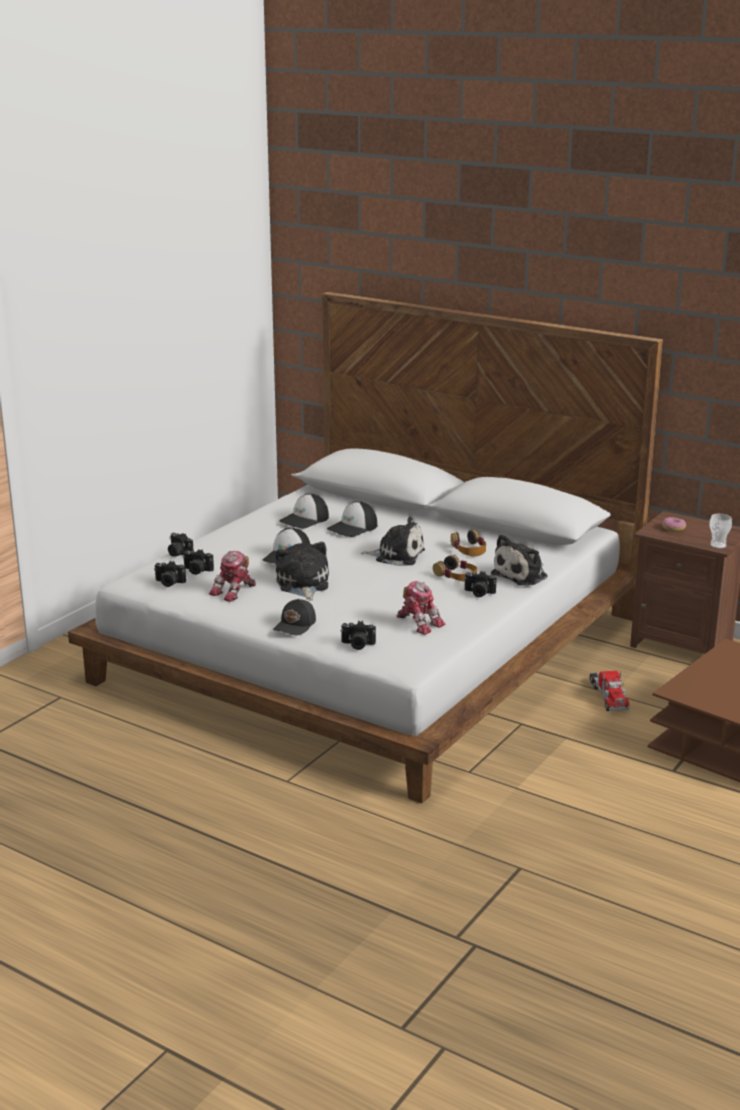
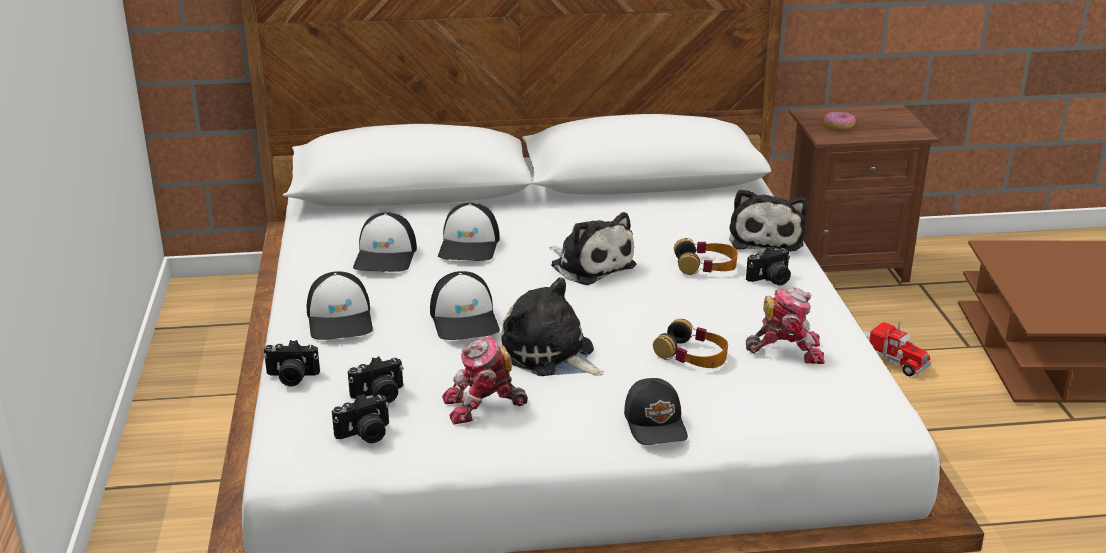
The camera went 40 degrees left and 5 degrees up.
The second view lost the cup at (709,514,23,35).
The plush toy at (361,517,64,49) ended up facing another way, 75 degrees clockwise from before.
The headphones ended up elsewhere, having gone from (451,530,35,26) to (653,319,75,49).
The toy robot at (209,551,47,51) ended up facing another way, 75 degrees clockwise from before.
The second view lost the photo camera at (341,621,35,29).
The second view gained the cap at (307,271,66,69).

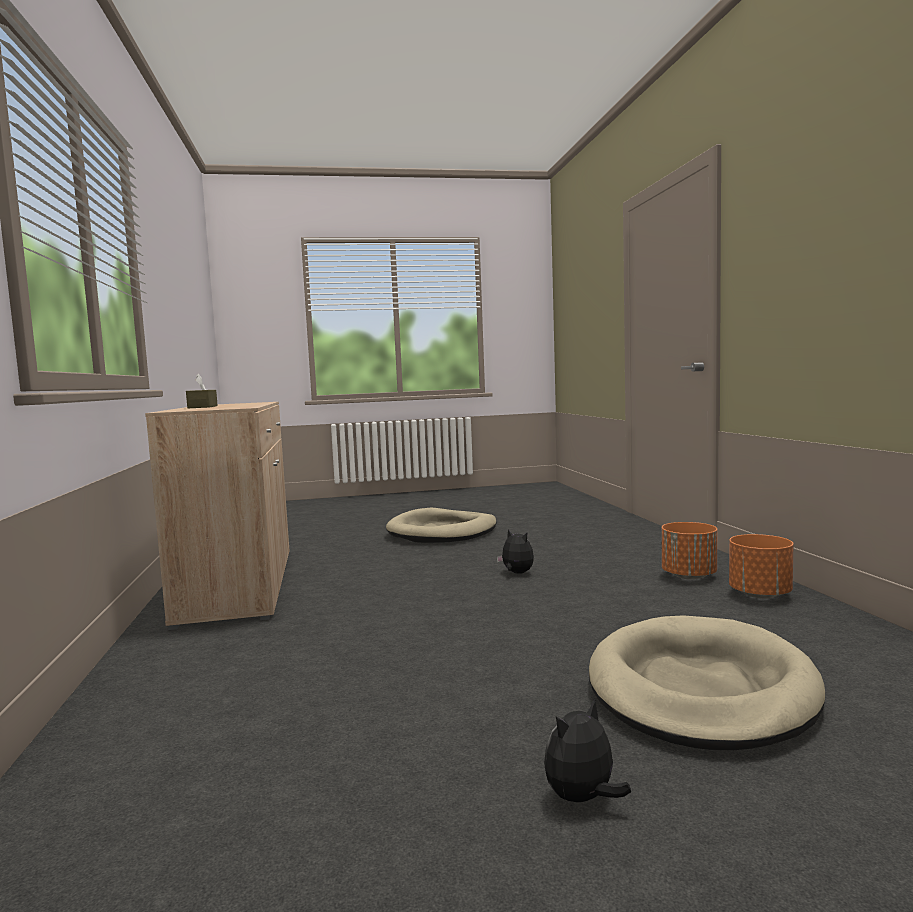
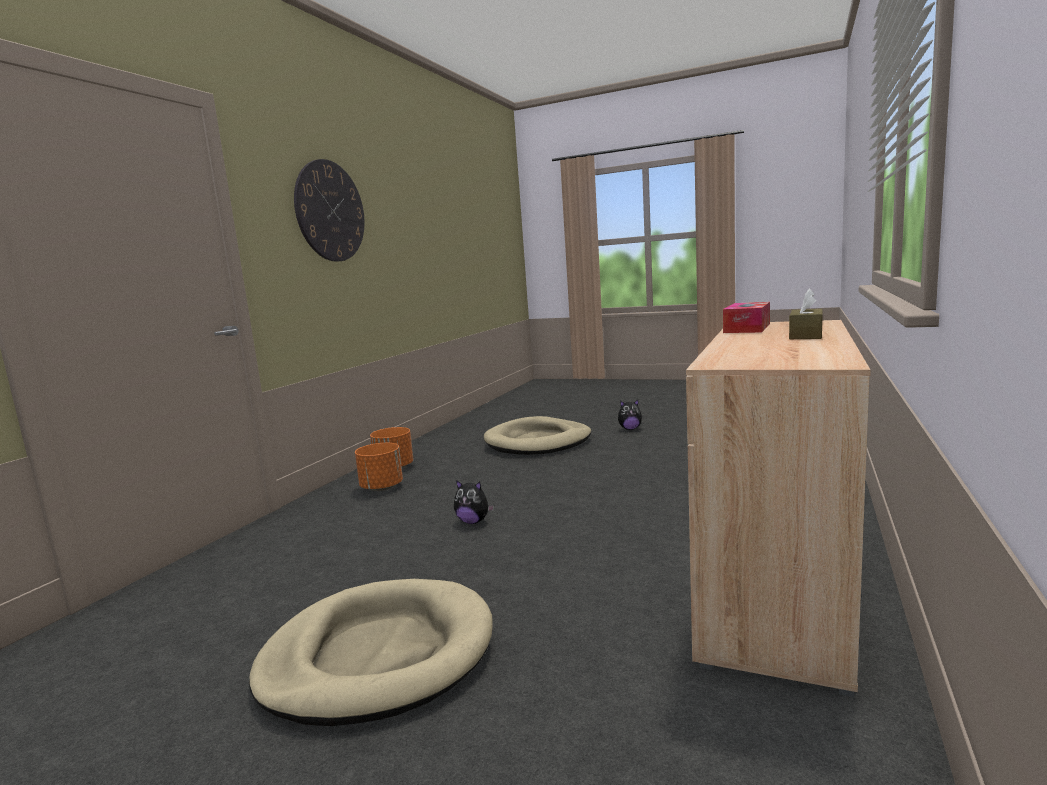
The camera went 145 degrees left and 5 degrees up.
The plush toy at (496,529,38,45) ended up facing another way, 60 degrees counterclockwise from before.
The second view gained the wall clock at (294,159,71,103).
The second view gained the tissue box at (723,302,47,31).

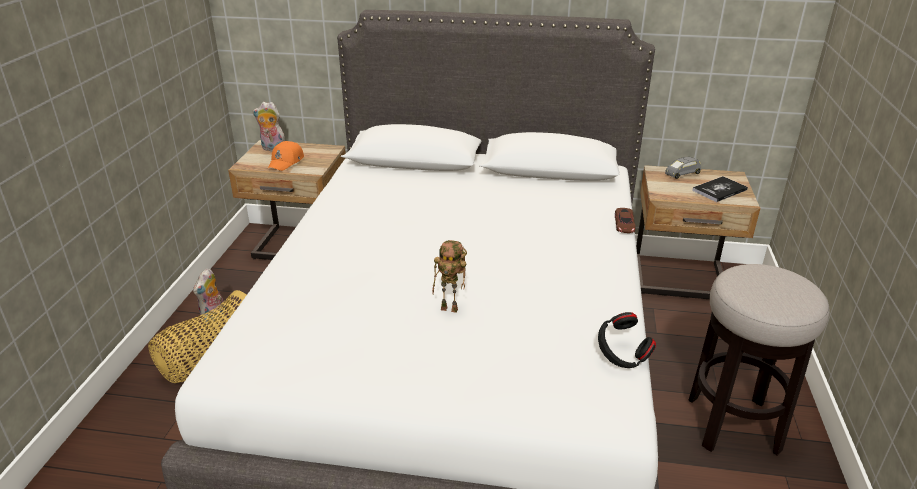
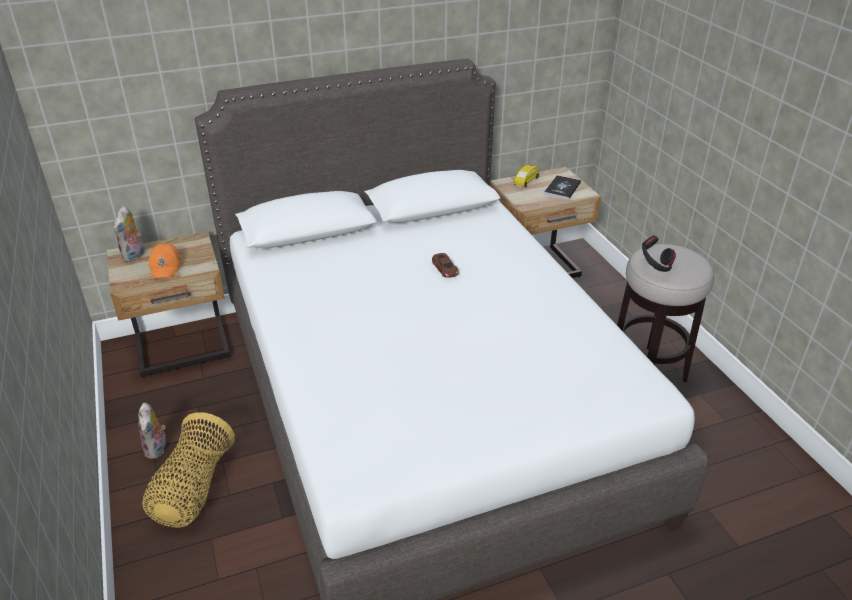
The camera went 30 degrees left and 5 degrees up.
The plush toy at (253,102,32,50) ended up facing another way, 60 degrees counterclockwise from before.
What was the grey toy car at (665,157,36,22) turned into the yellow toy car at (514,165,25,22).
The brown toy car ended up elsewhere, having gone from (615,208,21,25) to (432,253,27,25).
The second view lost the toy robot at (432,240,35,73).
The black headphones ended up elsewhere, having gone from (598,312,58,56) to (642,235,34,37).

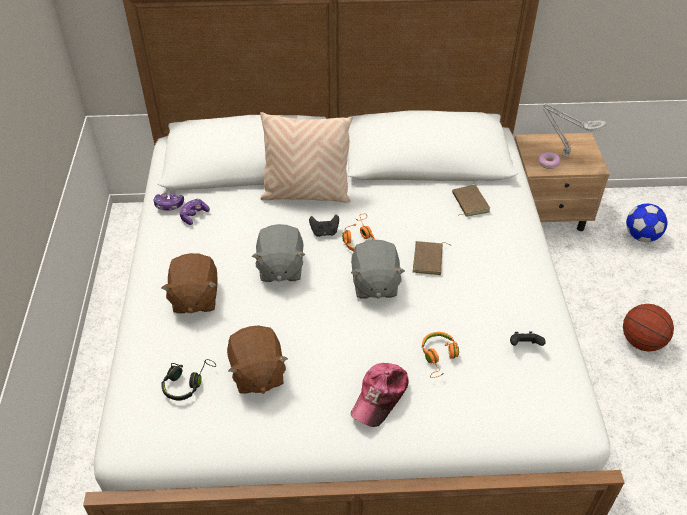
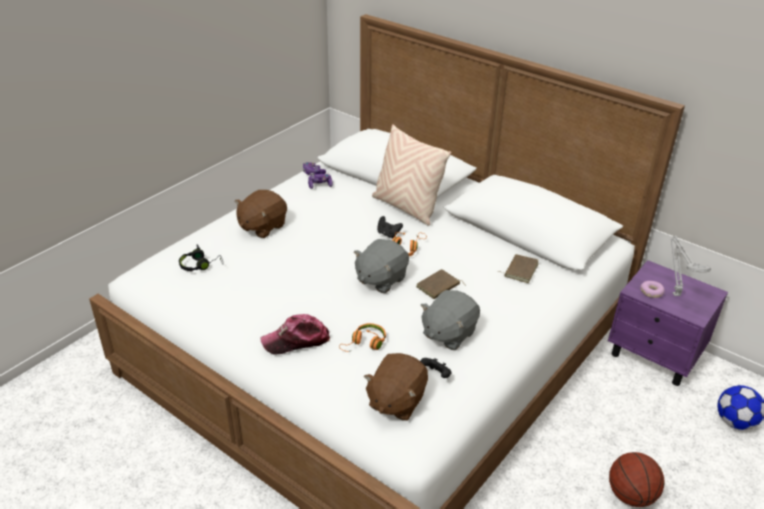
The camera went 40 degrees right and 10 degrees down.
What was the beige nightstand at (514,133,96,98) turned into the purple nightstand at (608,260,120,126).
The grey plush toy ended up elsewhere, having gone from (252,224,53,58) to (421,290,59,60).
The brown plush toy ended up elsewhere, having gone from (227,325,61,69) to (364,353,64,68).

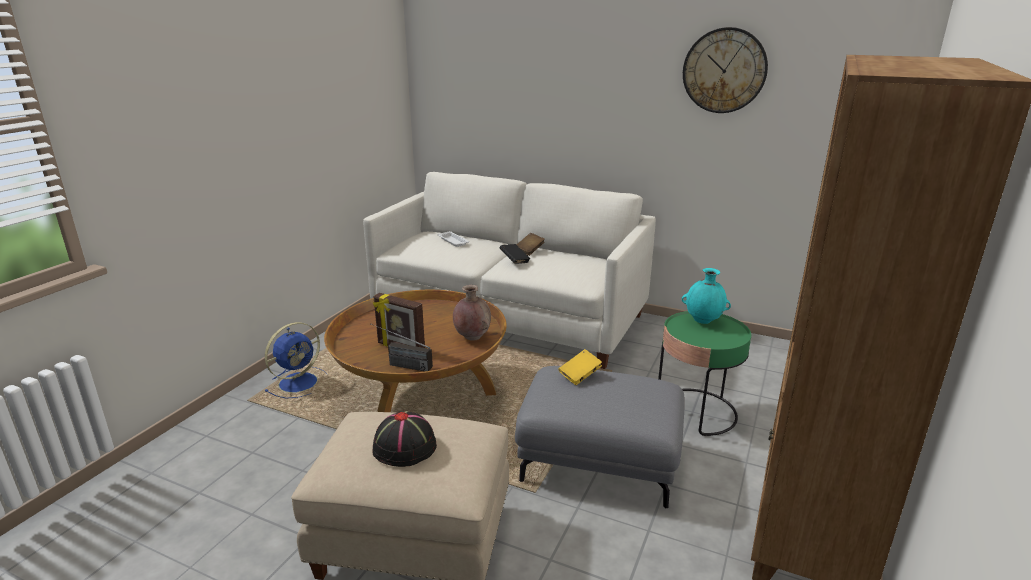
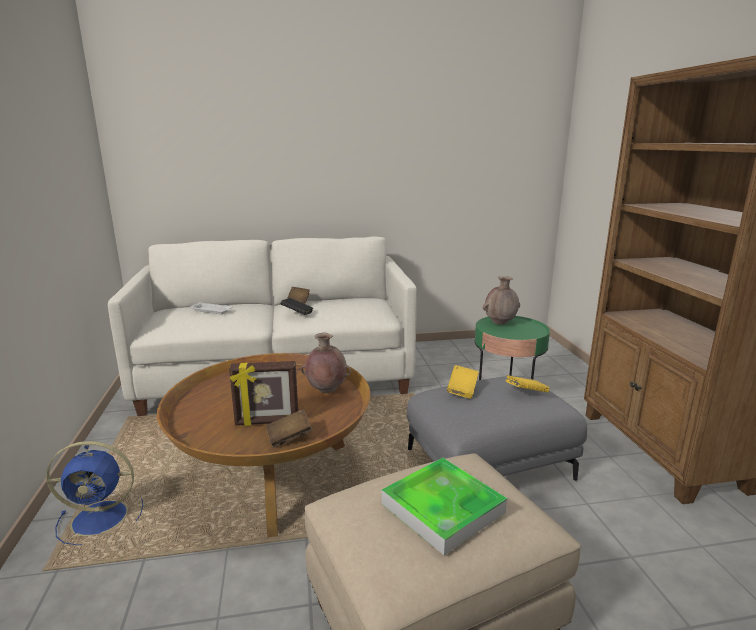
The camera went 35 degrees left and 5 degrees down.
The second view lost the wall clock at (683,27,85,86).
What was the turquoise vase at (682,268,49,56) turned into the brown vase at (483,276,37,49).
The blue fan at (265,322,62,77) ended up facing another way, 75 degrees clockwise from before.
Where the radio stood at (370,323,63,48), the brown book came to stand at (266,409,46,39).
Where the black hat stood at (373,411,64,56), the tray came to stand at (382,458,125,97).
The second view gained the yellow book at (506,375,43,18).

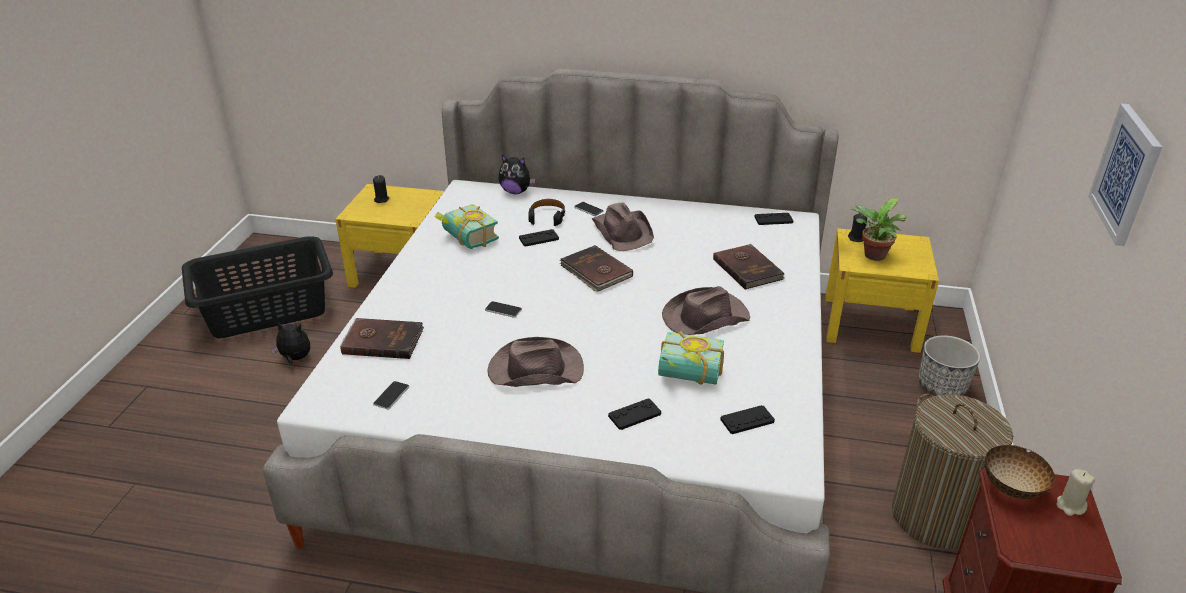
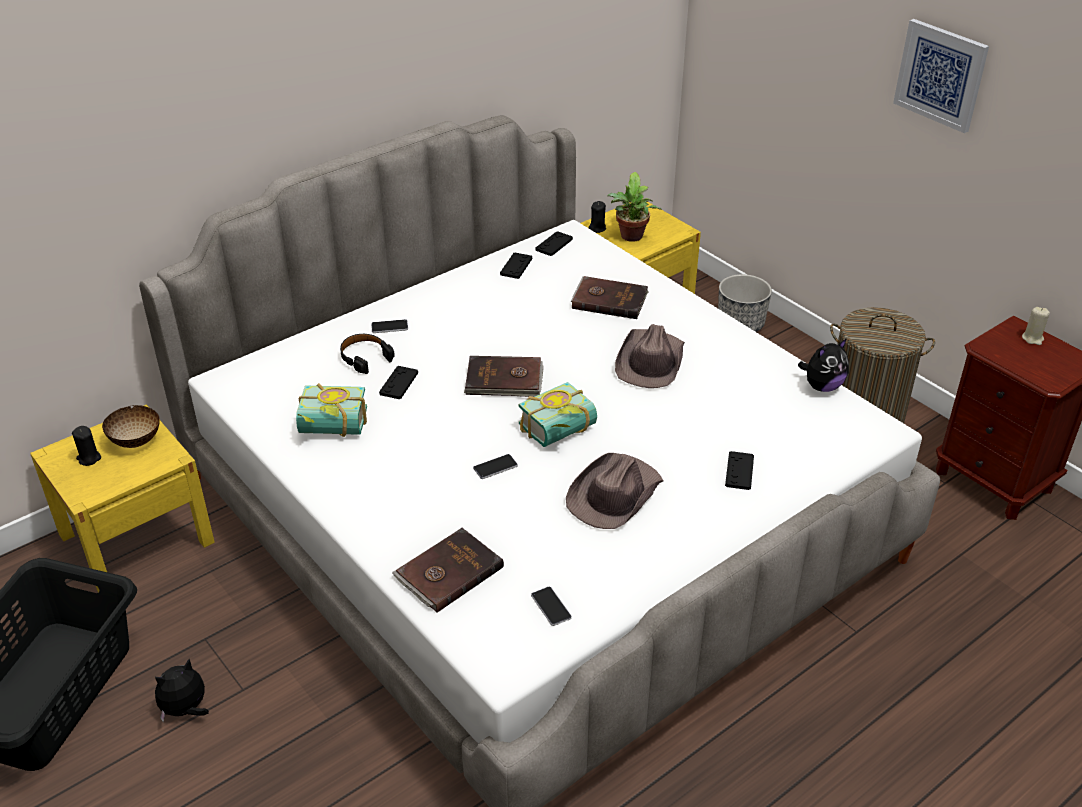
The camera went 50 degrees left and 5 degrees up.
The plush toy ended up elsewhere, having gone from (499,155,37,39) to (798,338,51,54).
The second view lost the brown hat at (592,203,62,48).
The book ended up elsewhere, having gone from (658,331,66,54) to (519,382,78,65).
The black game controller ended up elsewhere, having gone from (720,405,55,29) to (500,253,32,26).
The bowl ended up elsewhere, having gone from (985,445,71,54) to (102,405,58,43).

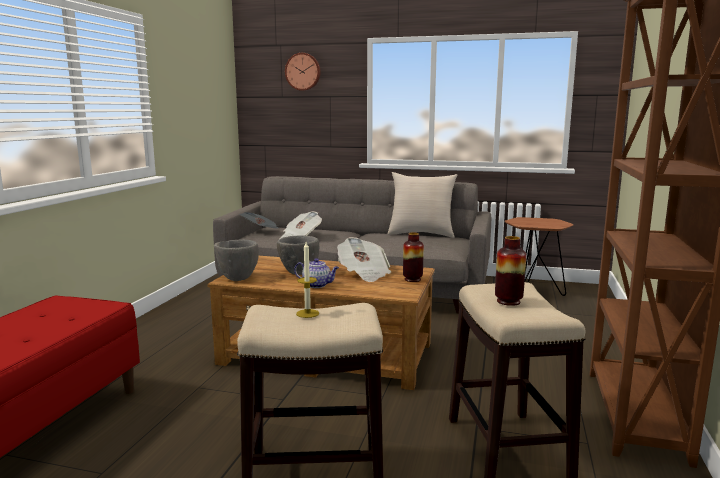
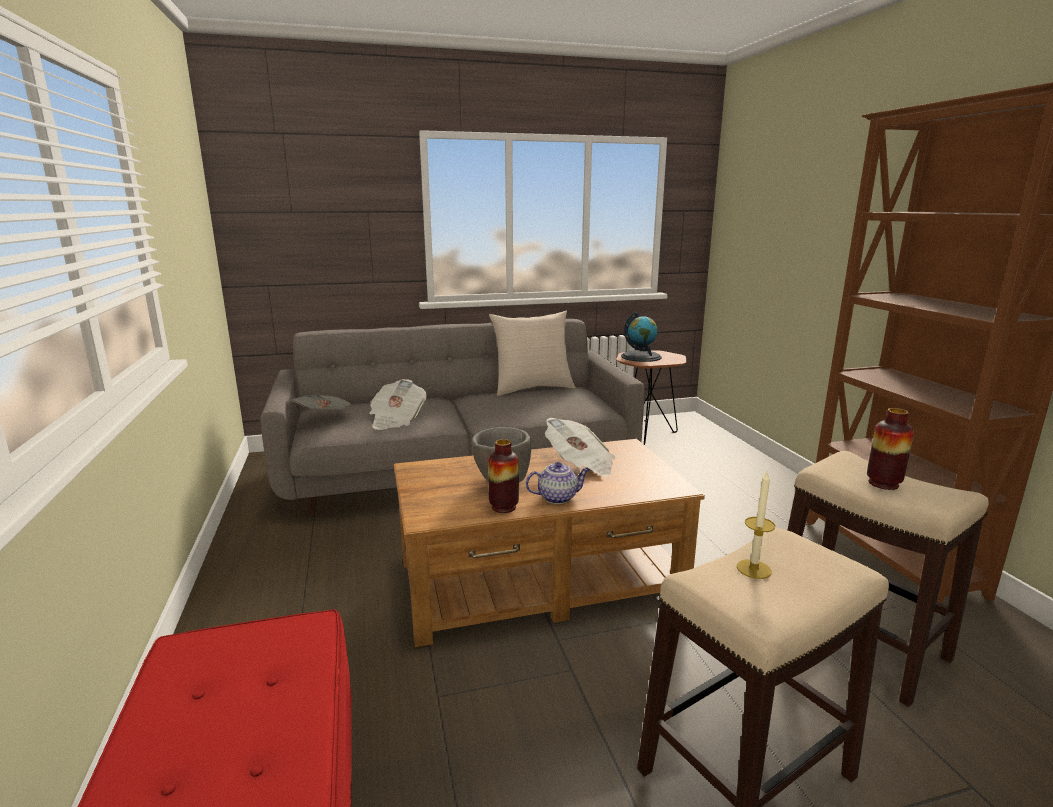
The camera went 30 degrees left and 5 degrees up.
The second view lost the wall clock at (285,53,36,38).
The vase ended up elsewhere, having gone from (403,232,21,50) to (488,439,31,74).
The second view lost the grey bowl at (214,239,45,42).
The second view gained the globe at (621,312,41,50).

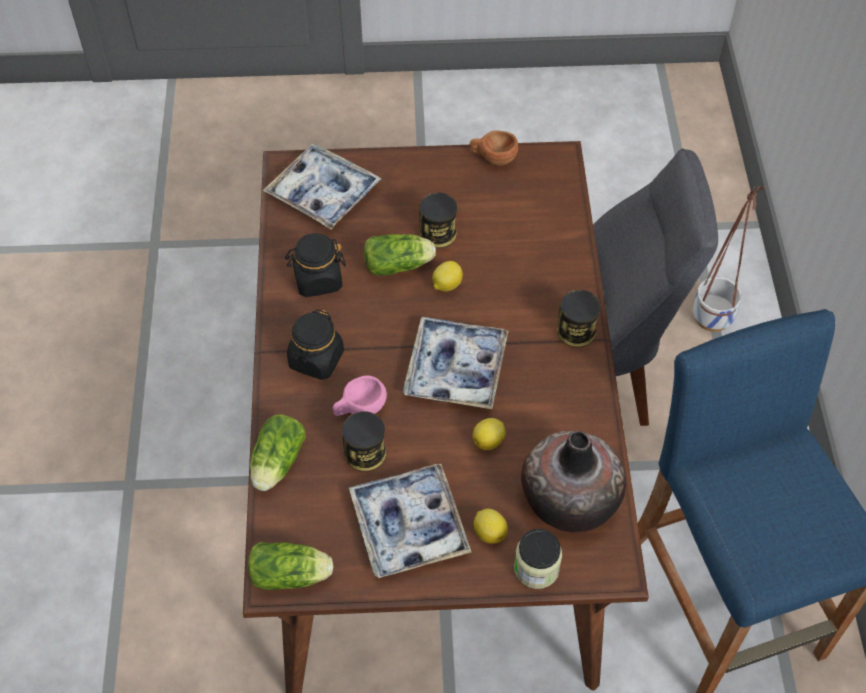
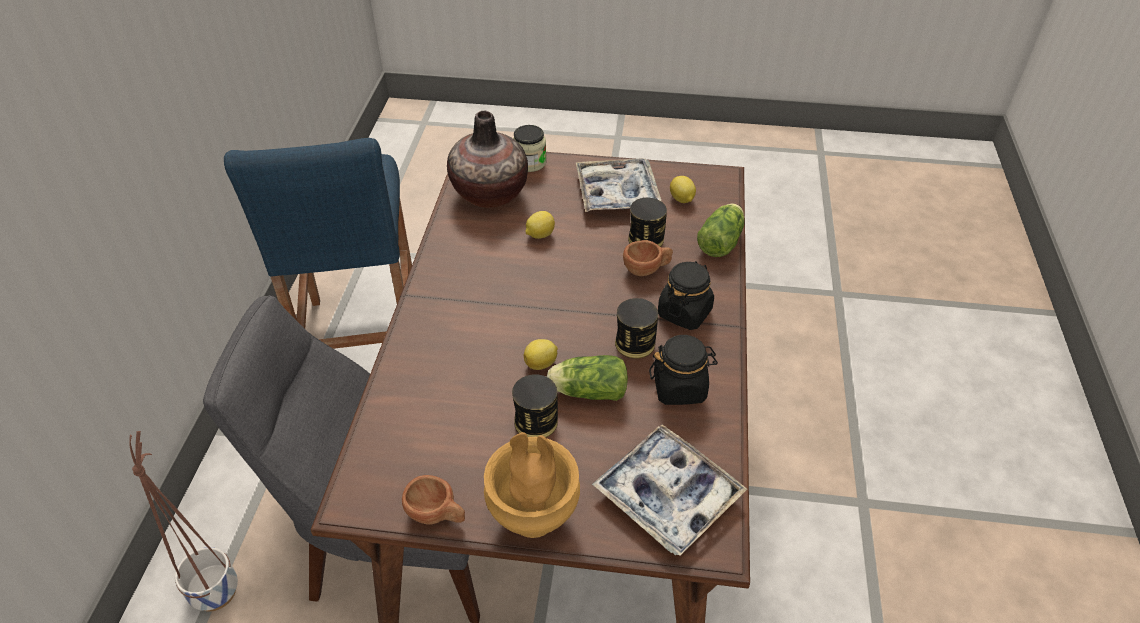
The camera went 170 degrees left and 10 degrees down.
The can ended up elsewhere, having gone from (557,290,44,57) to (615,298,43,61).
The second view lost the tray at (403,317,105,92).
What was the pink cup at (332,375,55,41) turned into the brown cup at (623,240,50,36).
The lemon ended up elsewhere, having gone from (474,508,34,36) to (670,176,26,27).
The second view lost the lettuce at (248,542,86,48).
The second view gained the brown vase at (484,432,96,106).

